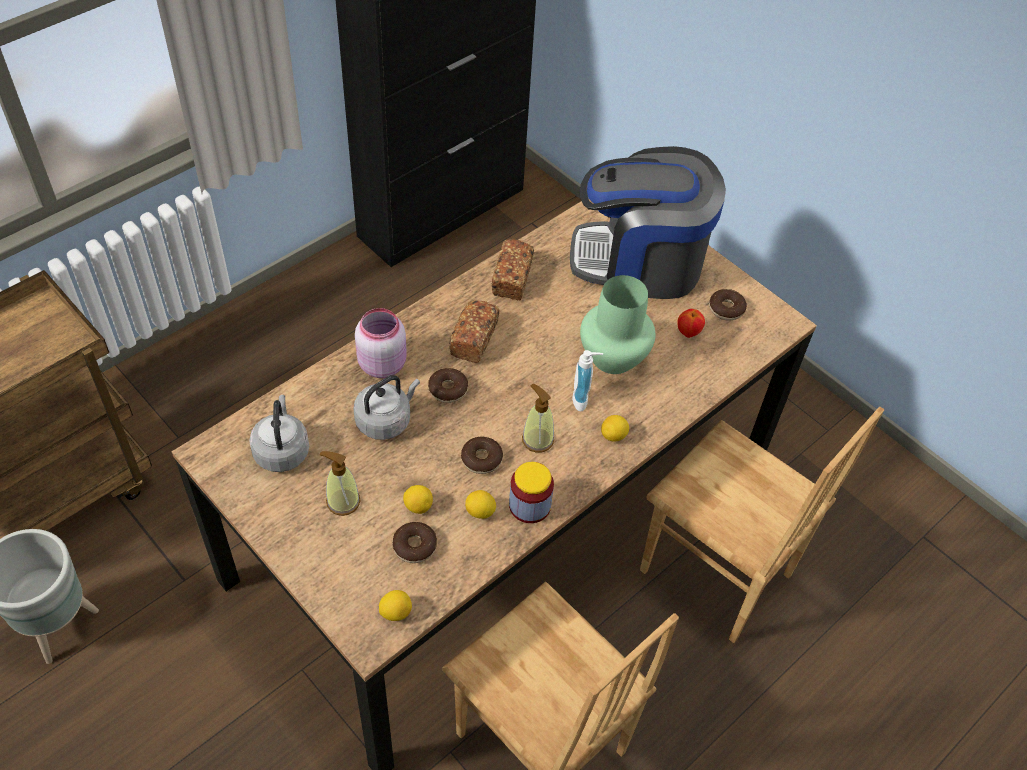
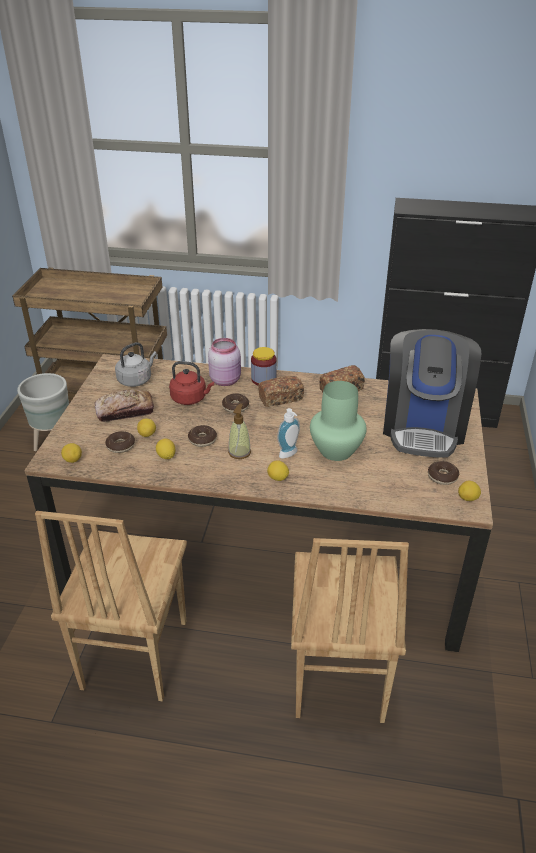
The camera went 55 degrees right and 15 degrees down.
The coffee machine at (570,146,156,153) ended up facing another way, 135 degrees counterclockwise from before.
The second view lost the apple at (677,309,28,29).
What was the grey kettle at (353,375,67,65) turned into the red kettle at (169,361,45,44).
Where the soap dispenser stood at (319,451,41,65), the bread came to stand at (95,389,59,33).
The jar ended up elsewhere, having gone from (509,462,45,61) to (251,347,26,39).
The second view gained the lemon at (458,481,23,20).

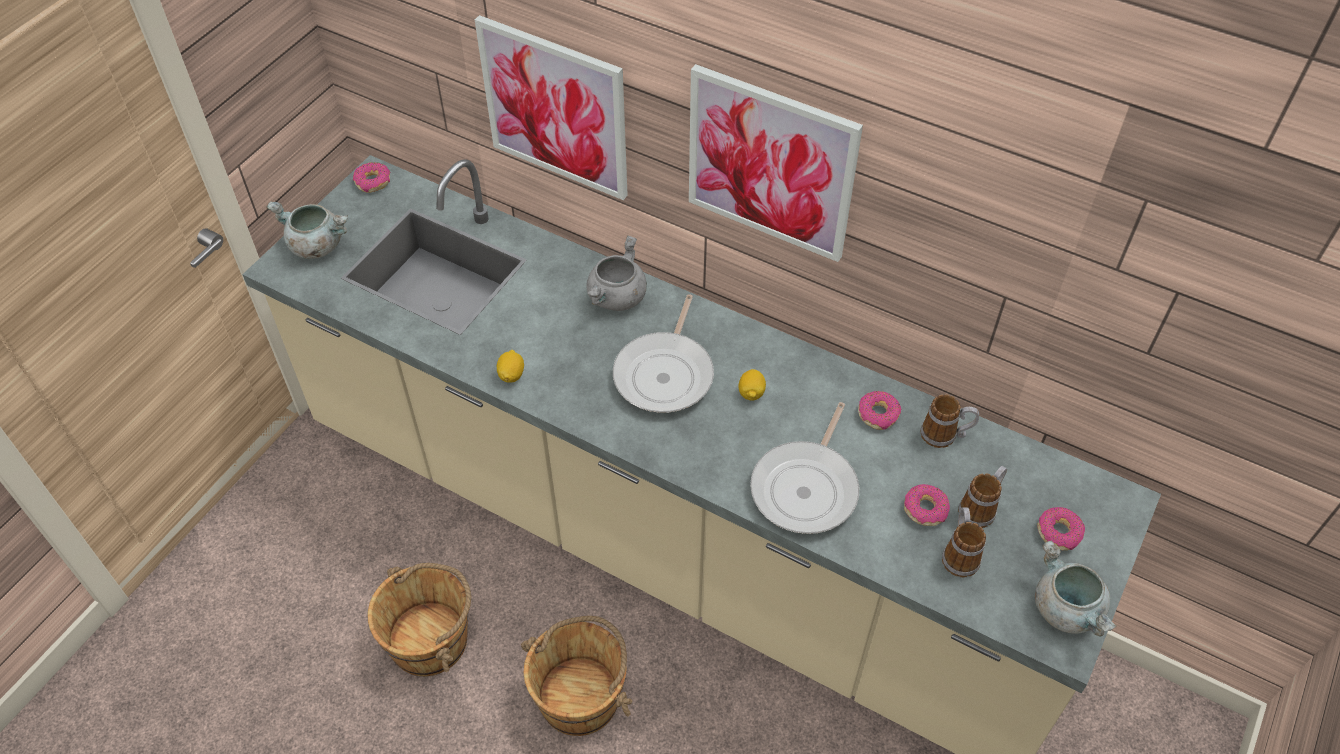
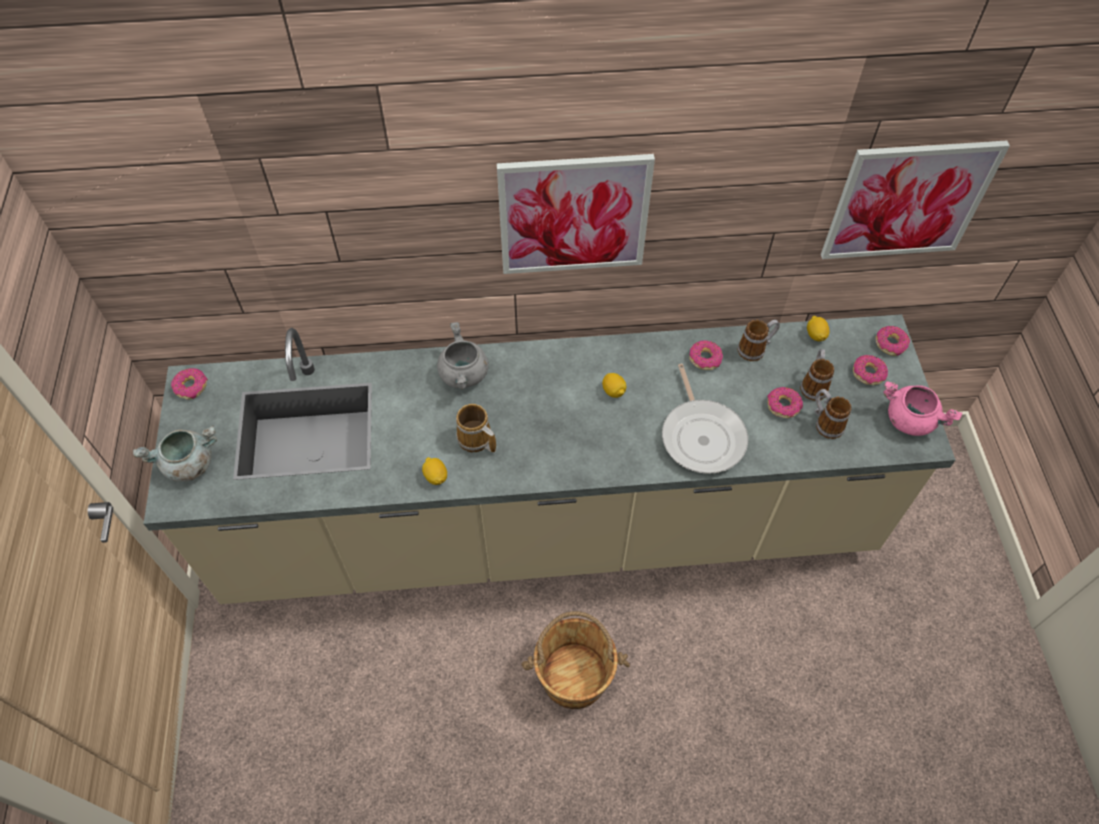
The camera went 35 degrees left and 5 degrees up.
The picture ended up elsewhere, having gone from (475,15,153,185) to (821,140,189,119).
The second view lost the frying pan at (613,294,101,119).
What was the grey cooking pot at (1035,541,81,95) turned into the pink cooking pot at (883,381,79,55).
The second view lost the brown bucket at (368,563,103,113).
The second view gained the lemon at (807,316,22,26).
The second view gained the donut at (875,326,35,30).
The second view gained the mug at (456,404,40,49).

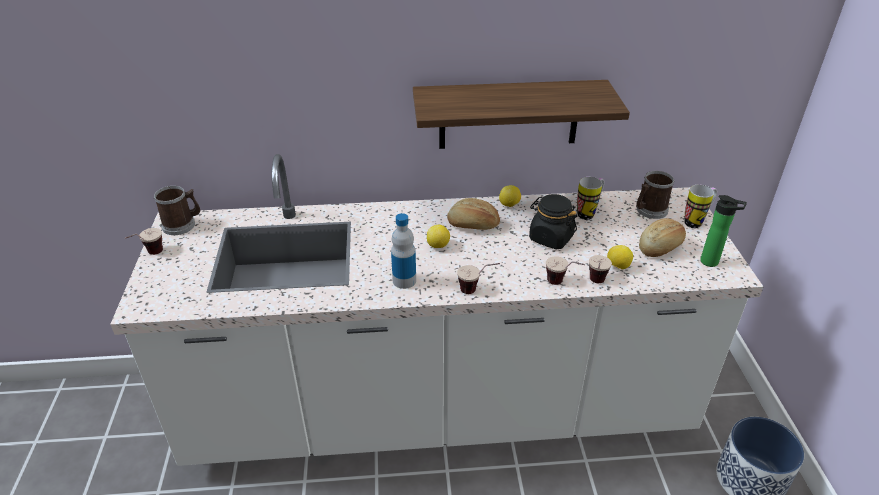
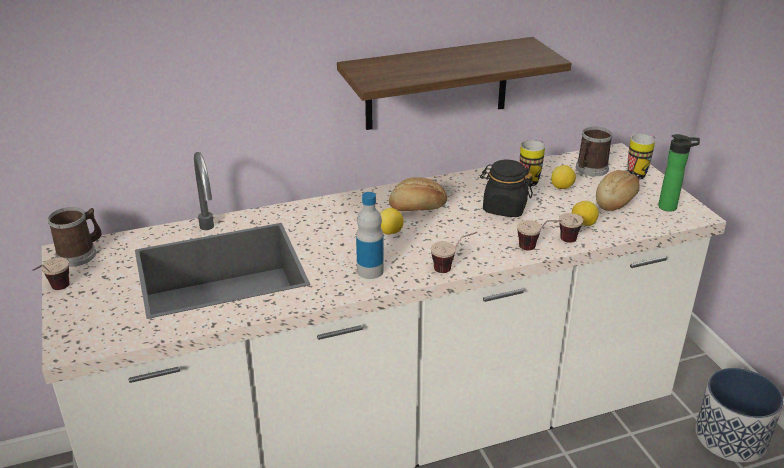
The camera went 15 degrees left and 5 degrees down.
The lemon ended up elsewhere, having gone from (499,185,22,22) to (551,165,25,24).

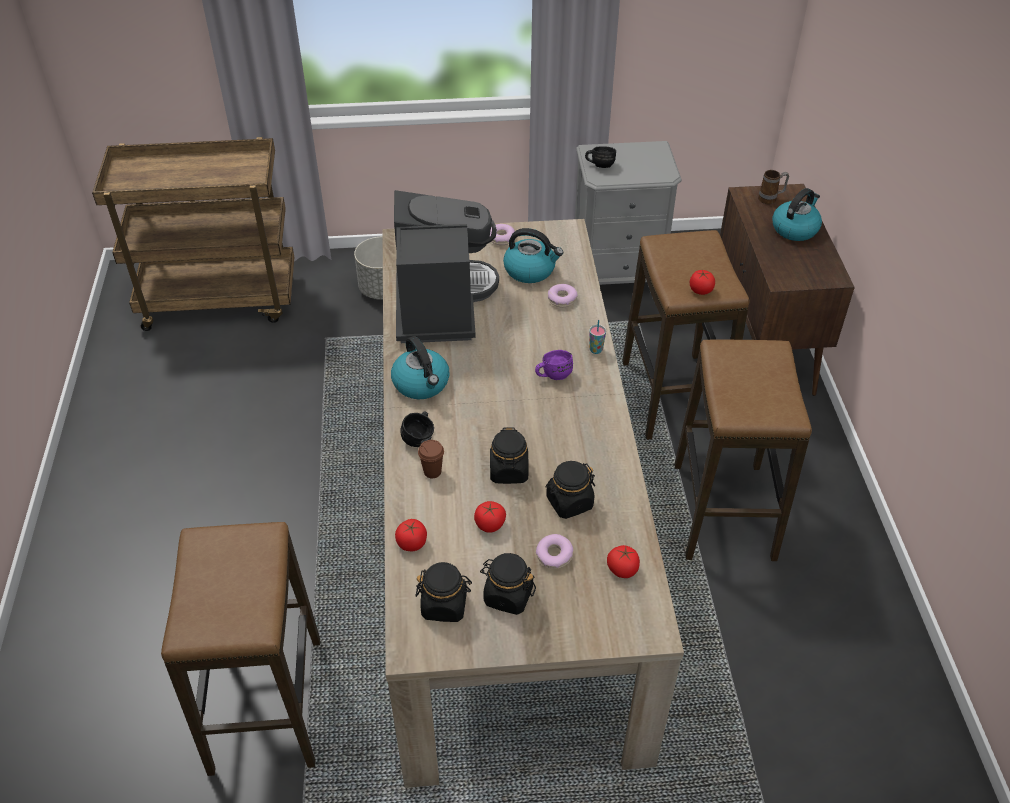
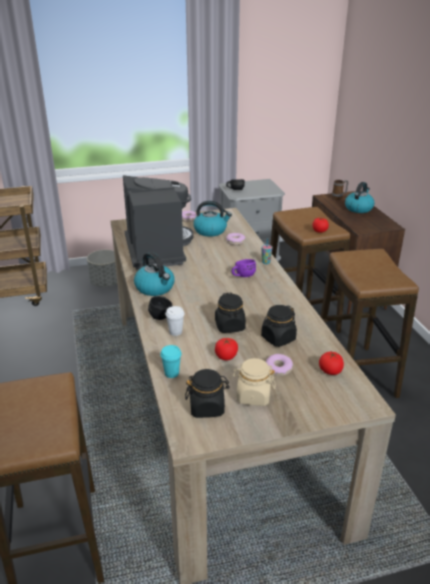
The camera went 10 degrees left and 15 degrees down.
What was the brown cup at (418,440,26,38) turned into the white cup at (166,306,19,30).
Where the tomato stood at (395,519,32,32), the turquoise cup came to stand at (160,345,22,33).
What was the black jar at (480,553,56,62) turned into the beige jar at (233,358,43,48).

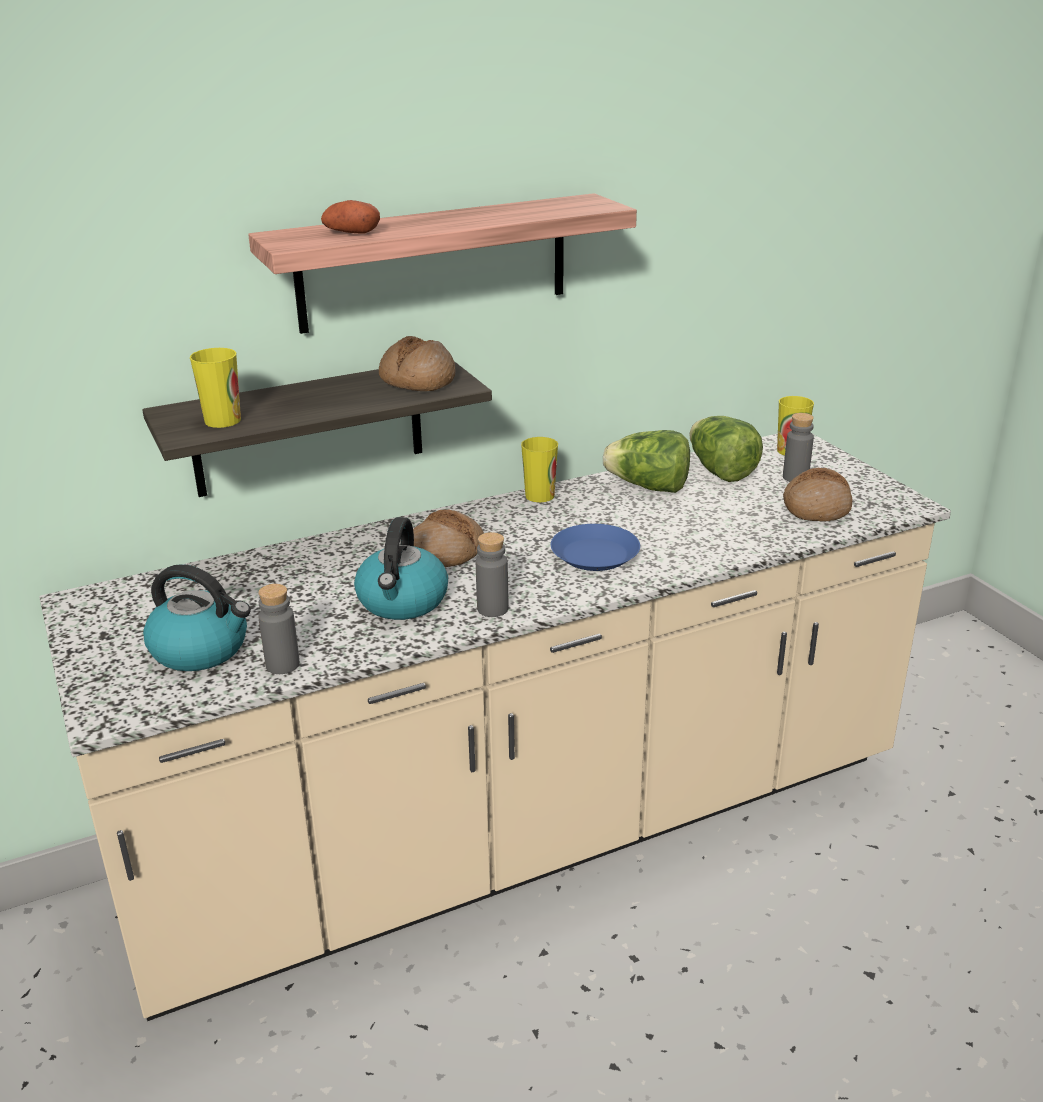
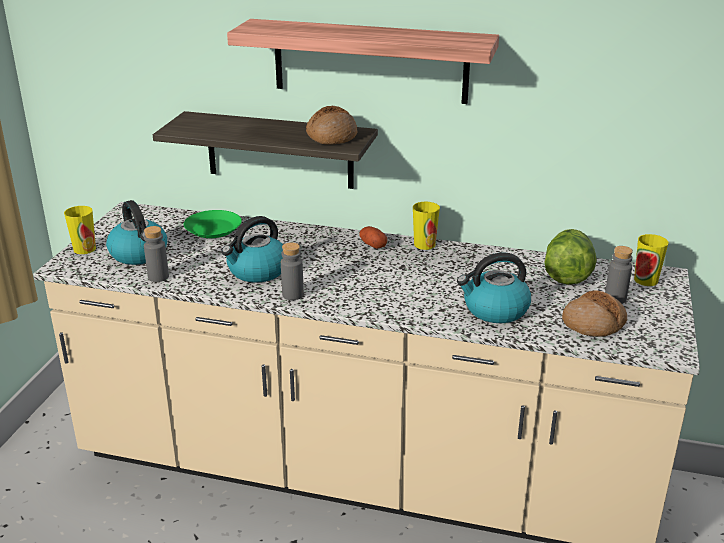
The camera went 40 degrees right and 0 degrees up.
The potato ended up elsewhere, having gone from (321,200,59,34) to (360,226,28,23).
The cup ended up elsewhere, having gone from (190,348,51,80) to (64,206,32,48).
The second view lost the lettuce at (603,430,87,63).
The second view lost the bread at (413,509,71,58).
The second view lost the blue plate at (551,524,89,47).
The second view gained the green plate at (184,210,58,28).
The second view gained the kettle at (457,253,74,70).

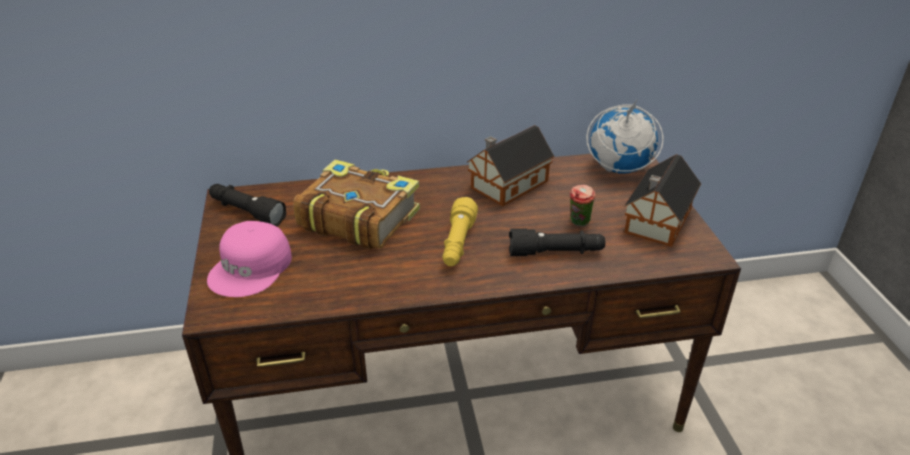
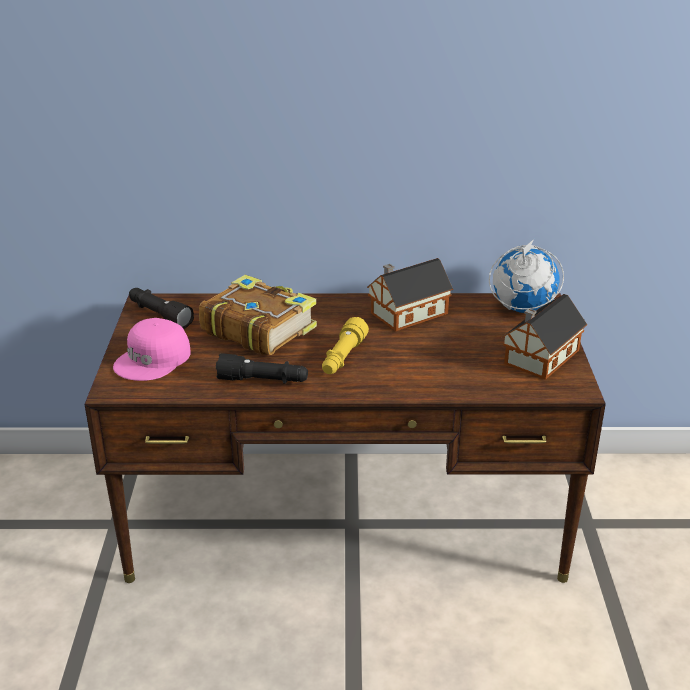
The camera went 10 degrees right and 5 degrees down.
The second view lost the cup at (570,185,26,42).
The black flashlight ended up elsewhere, having gone from (509,229,96,27) to (216,353,92,31).

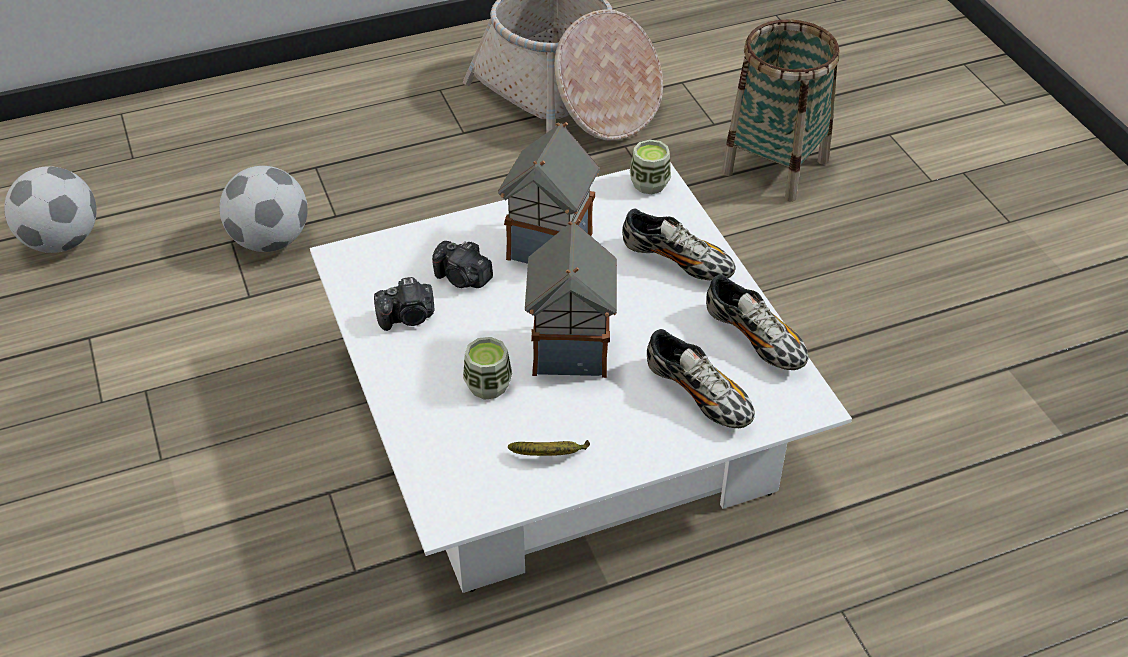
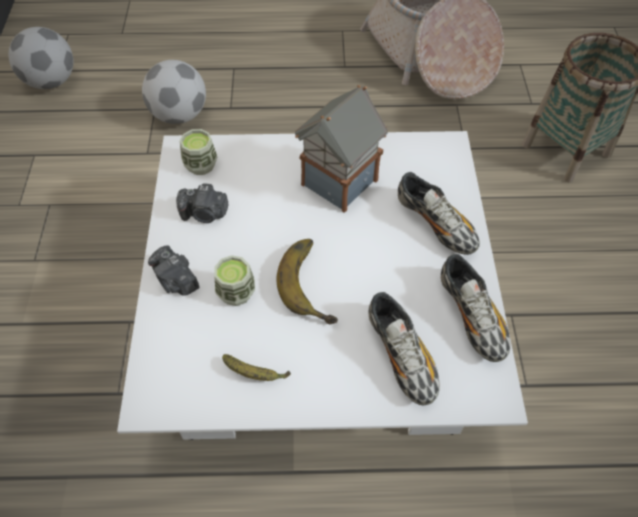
The camera went 20 degrees right and 10 degrees up.
The cup ended up elsewhere, having gone from (630,140,41,54) to (180,129,38,46).
Where the toy house stood at (525,219,92,159), the banana came to stand at (276,239,62,85).
The photo camera ended up elsewhere, having gone from (432,241,61,47) to (148,246,51,50).

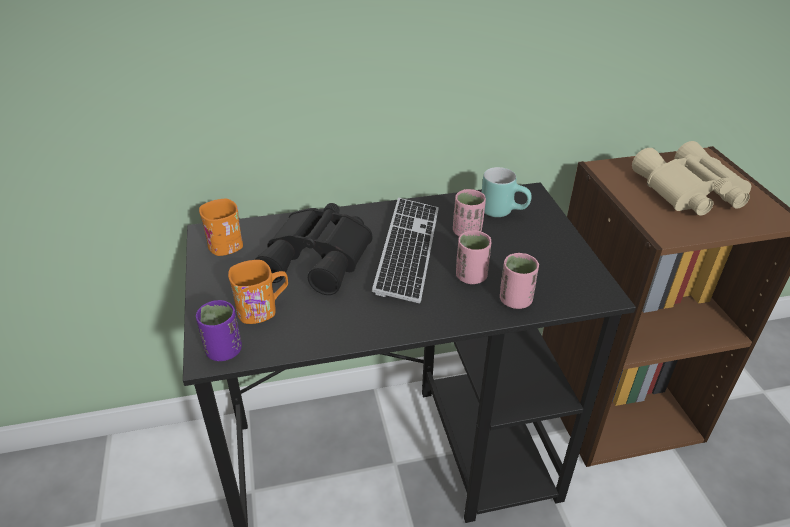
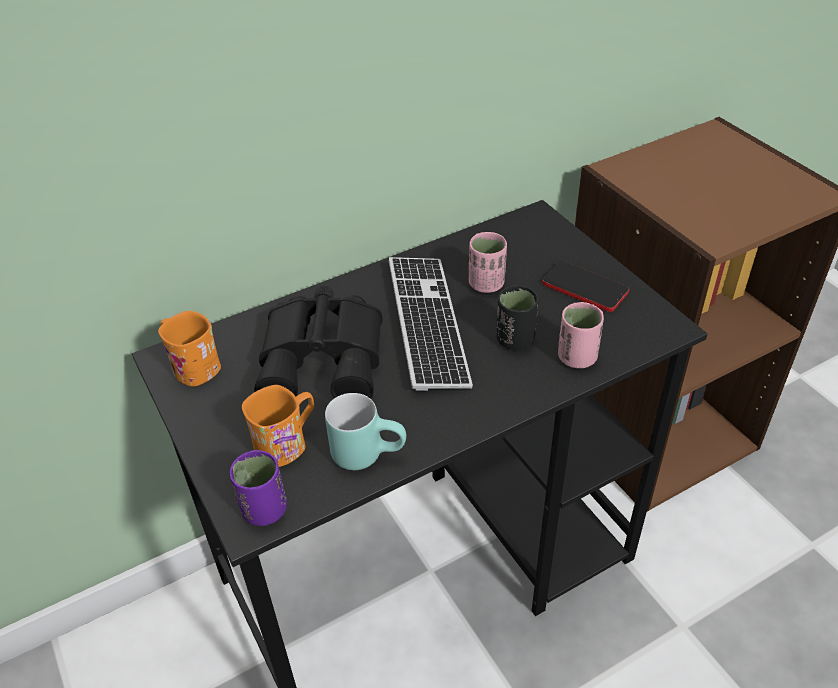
The camera went 15 degrees left and 5 degrees up.
The second view lost the beige binoculars at (632,141,119,74).
The turquoise mug ended up elsewhere, having gone from (482,167,50,50) to (325,393,81,77).
What was the pink cup at (456,230,36,54) turned into the black cup at (496,285,43,65).
The second view gained the phone at (542,261,87,51).

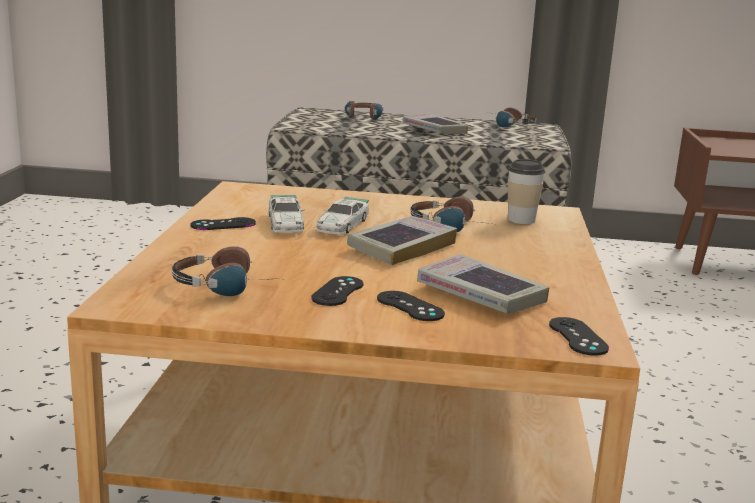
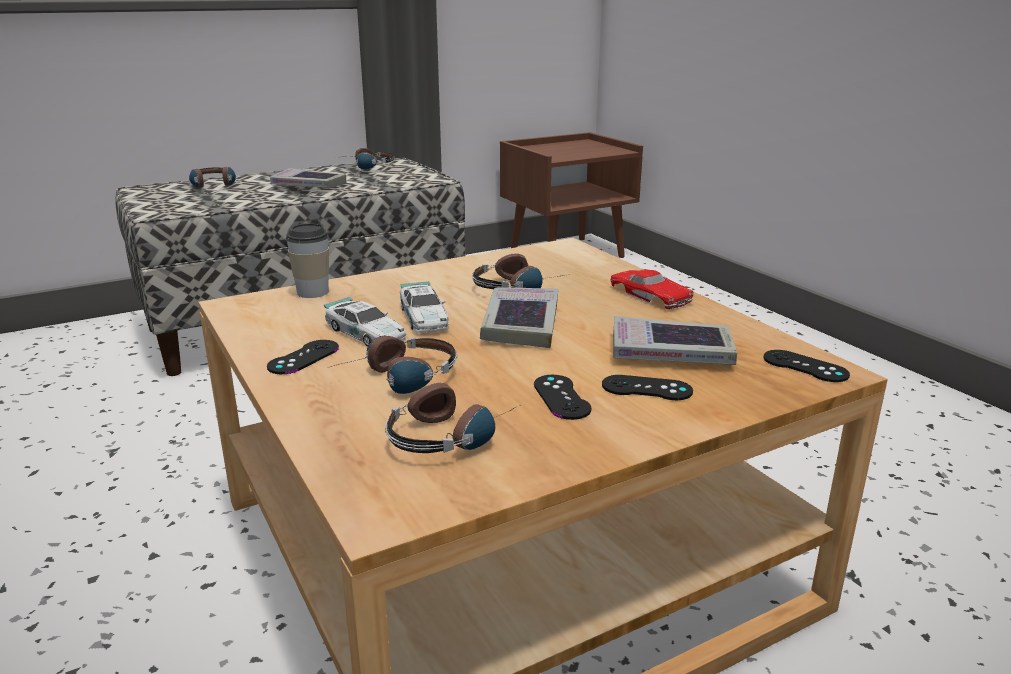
The camera went 35 degrees left and 5 degrees up.
The cup ended up elsewhere, having gone from (508,159,37,65) to (285,223,44,75).
The second view gained the red toy car at (610,269,84,40).
The second view gained the headphones at (330,336,127,58).

